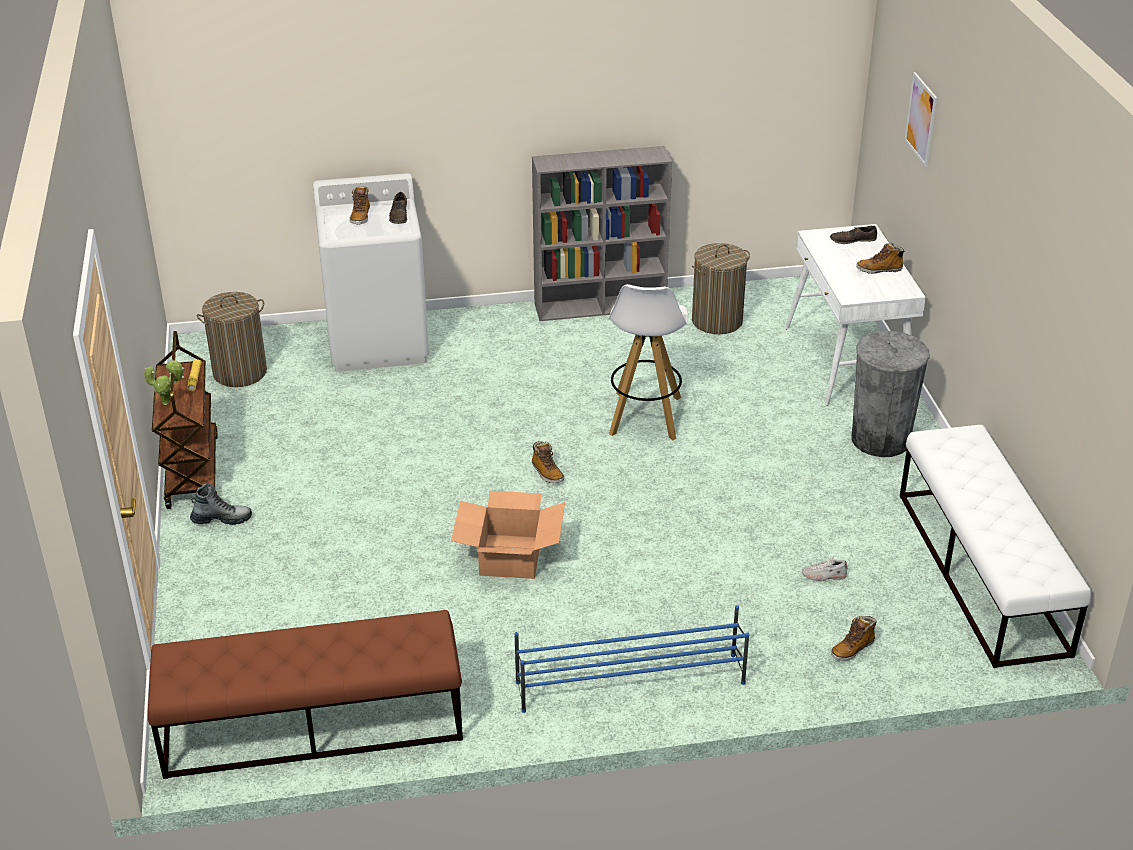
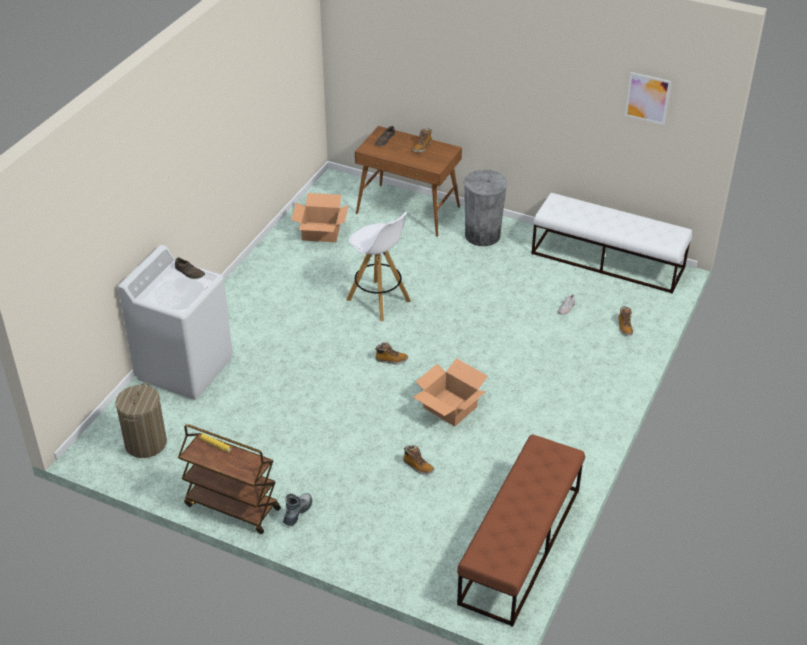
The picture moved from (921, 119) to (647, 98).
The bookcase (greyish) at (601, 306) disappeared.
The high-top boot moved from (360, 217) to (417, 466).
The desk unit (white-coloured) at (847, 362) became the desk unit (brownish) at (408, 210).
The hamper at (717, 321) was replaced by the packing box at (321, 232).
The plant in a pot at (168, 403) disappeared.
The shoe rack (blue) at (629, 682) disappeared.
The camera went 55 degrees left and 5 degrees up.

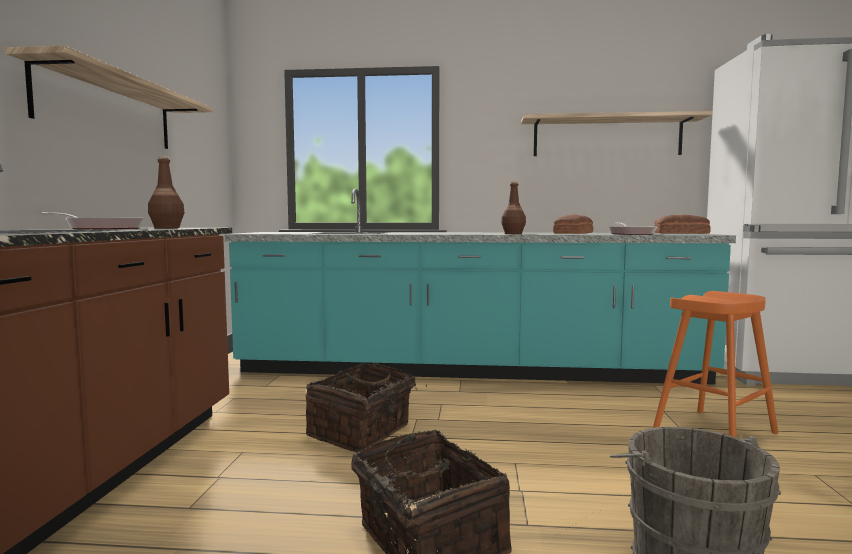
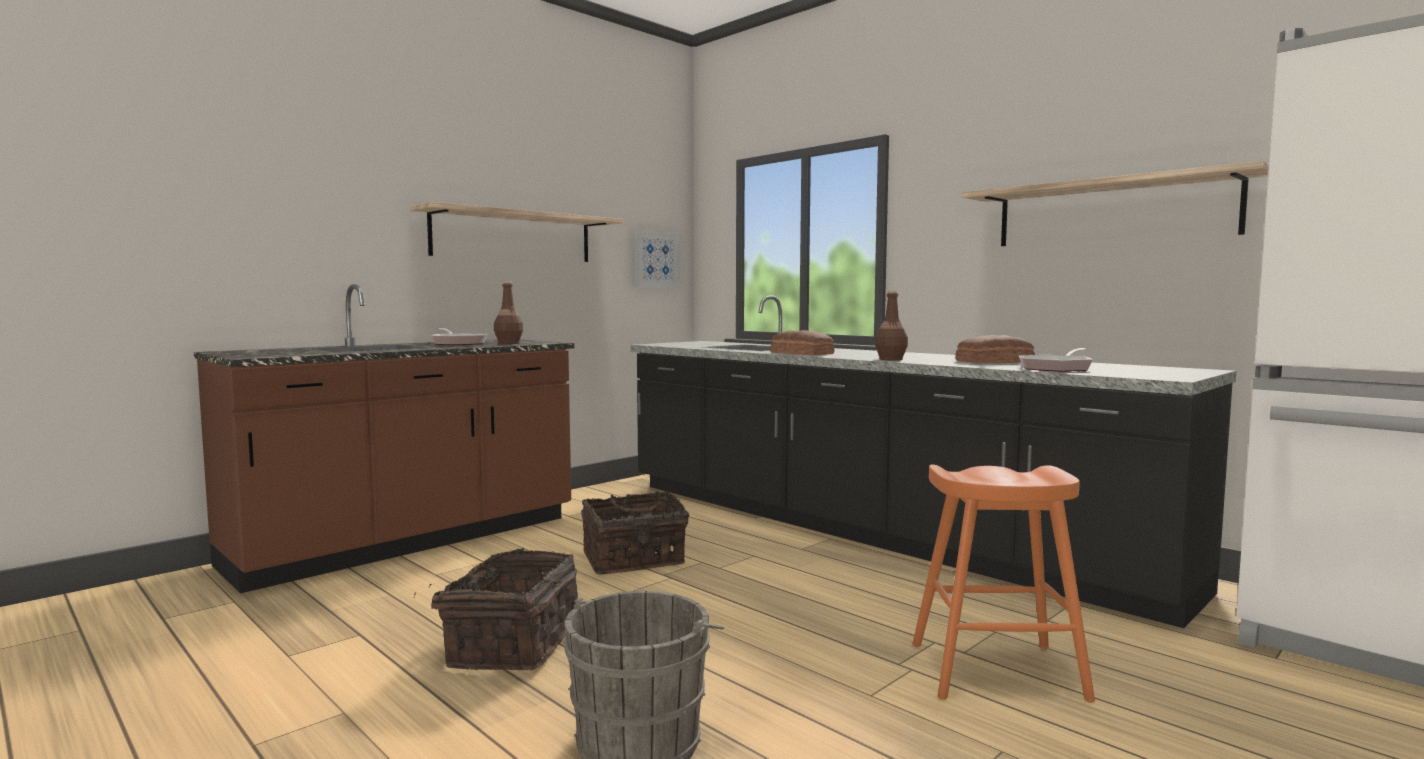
The kitchen counter (turquoise) at (469, 370) became the kitchen counter (blackish) at (864, 531).
The bakery bread moved from (681, 233) to (801, 353).
The picture at (656, 259) appeared.
The camera went 40 degrees right and 0 degrees up.

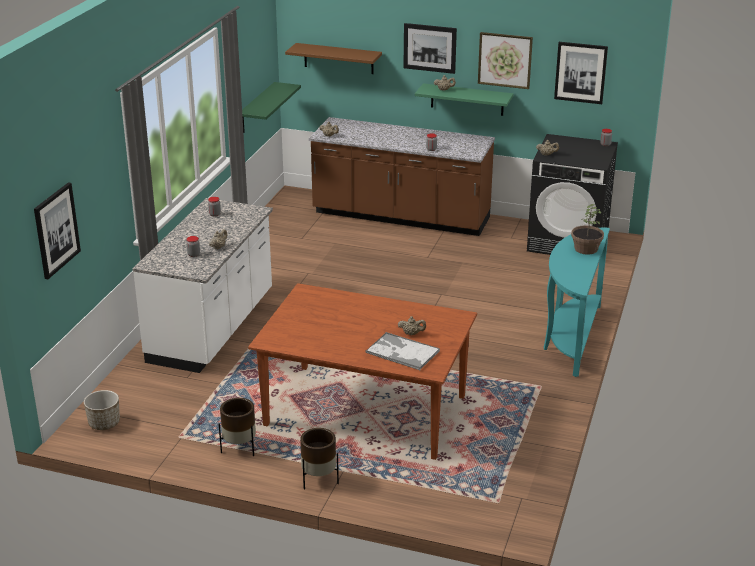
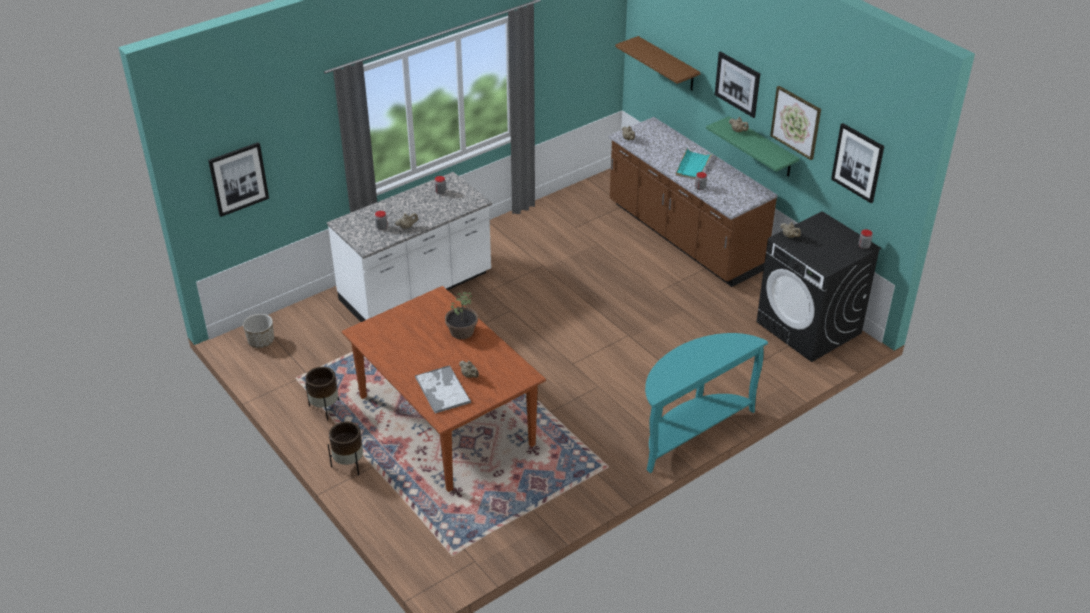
The bracket shelf (greenish) at (257, 108) disappeared.
The plant in a pot moved from (585, 249) to (461, 331).
The tray (turquoise) at (693, 166) appeared.
The camera went 35 degrees right and 10 degrees up.

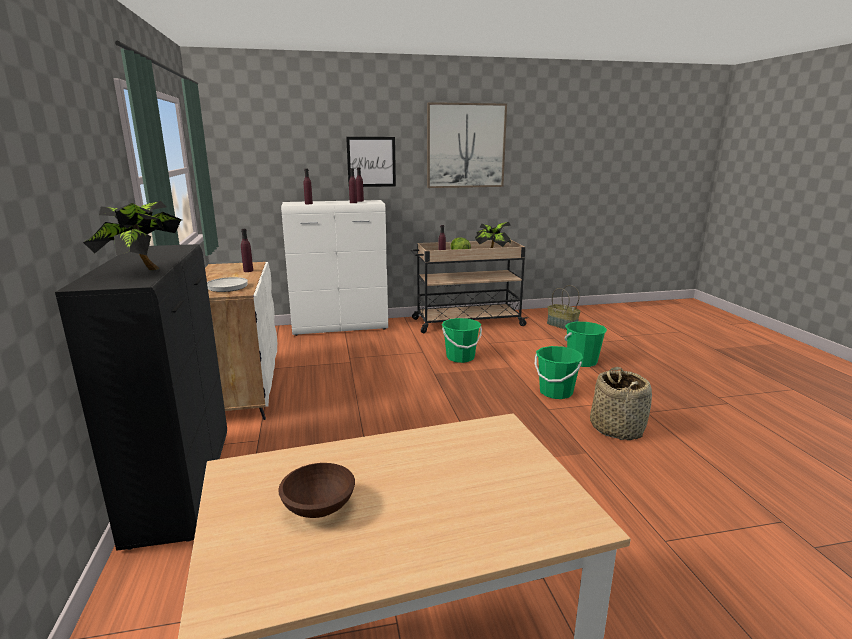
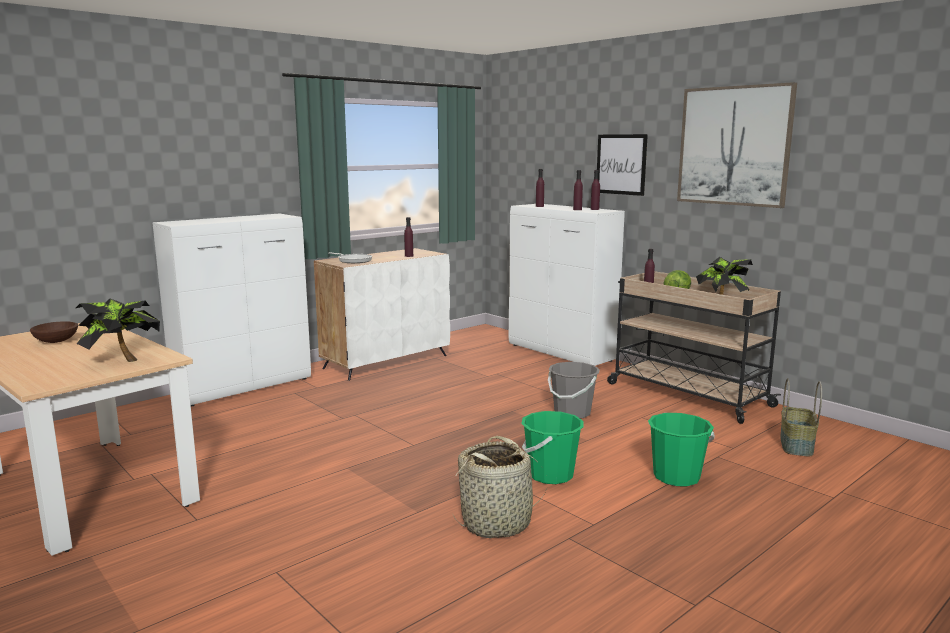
The plant in a pot moved from (144, 271) to (121, 360).
The cabinet (blackish) at (182, 486) became the cabinet (white-coloured) at (244, 387).
The pail (greenish) at (460, 357) became the pail (greyish) at (572, 413).
The camera went 60 degrees right and 5 degrees down.

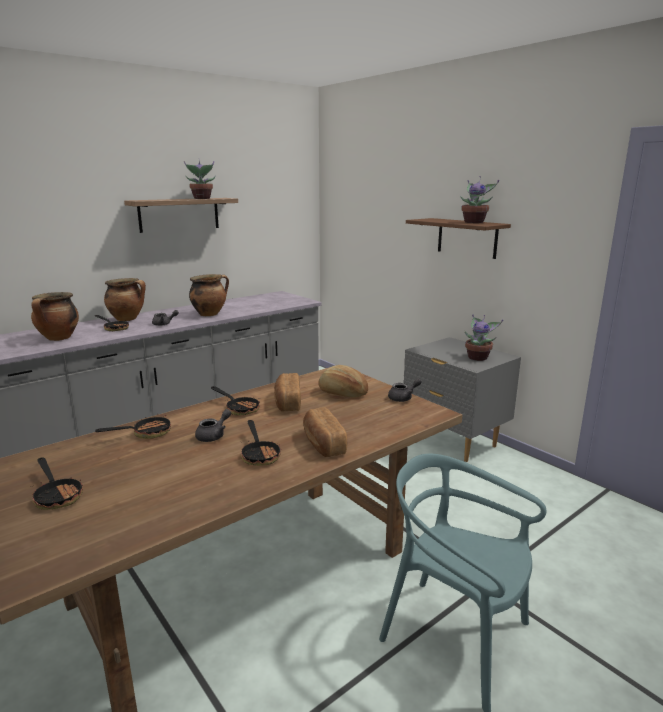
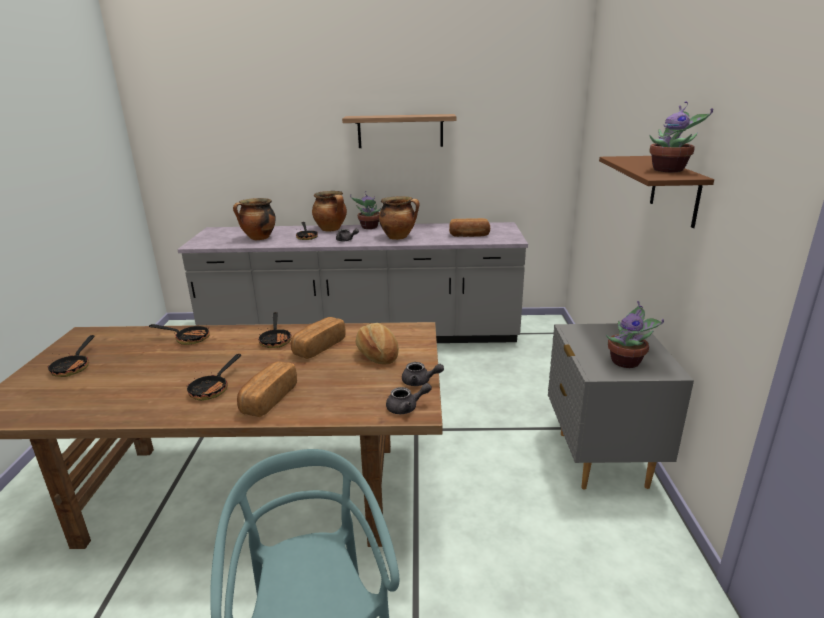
The plant in a pot moved from (202, 198) to (368, 227).
The tea pot (greyish) moved from (214, 436) to (406, 407).
The bakery bread at (469, 235) appeared.
The camera went 40 degrees right and 5 degrees up.

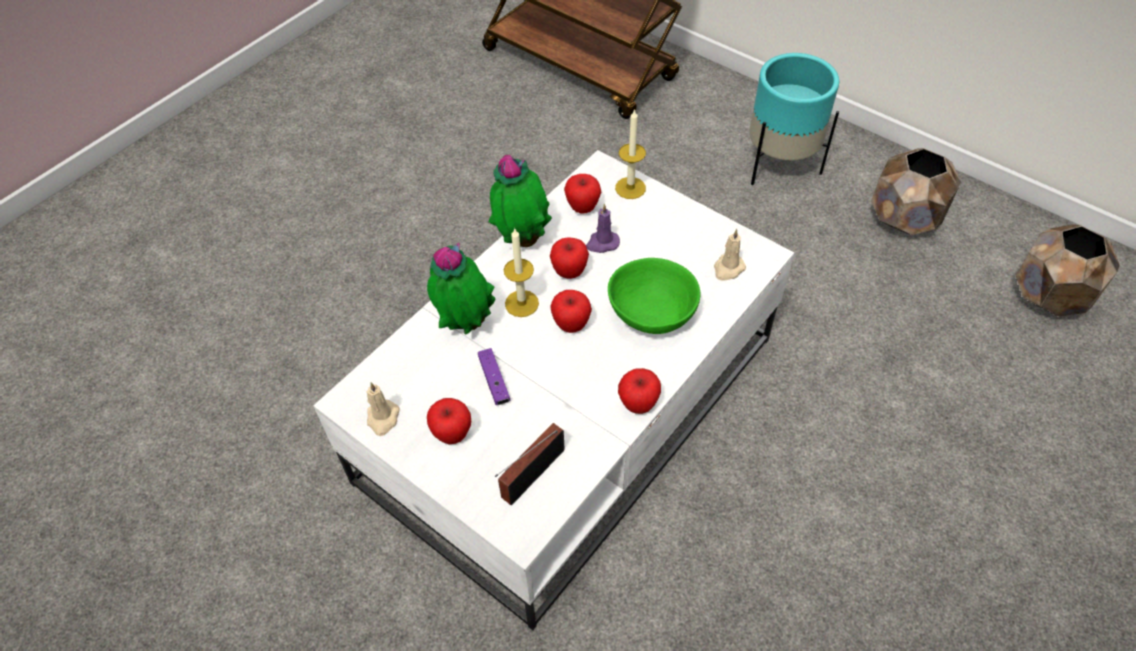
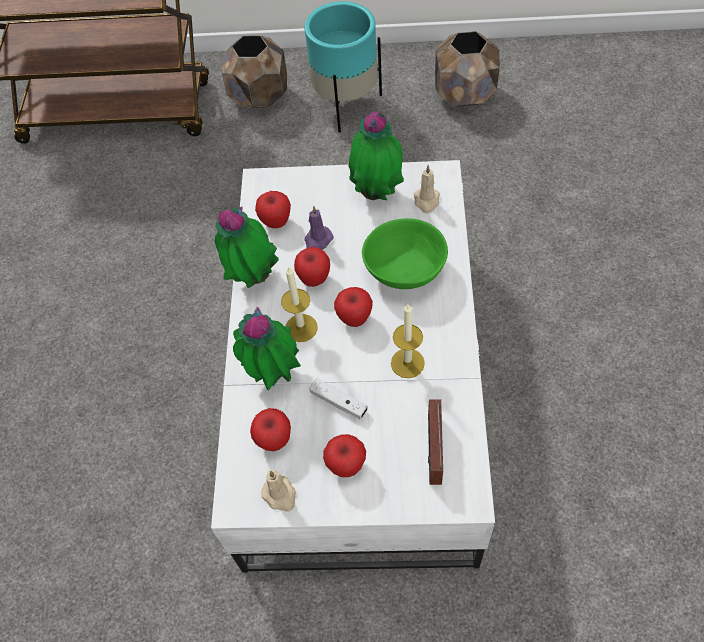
The candle moved from (630, 188) to (407, 363).
The flower pot (brownish) moved from (1050, 297) to (260, 97).
The gamepad (purplish) at (494, 381) became the gamepad (white-coloured) at (338, 402).
The apple fruit moved from (638, 404) to (274, 440).
The plant in a pot at (377, 193) appeared.
The camera went 35 degrees left and 5 degrees up.

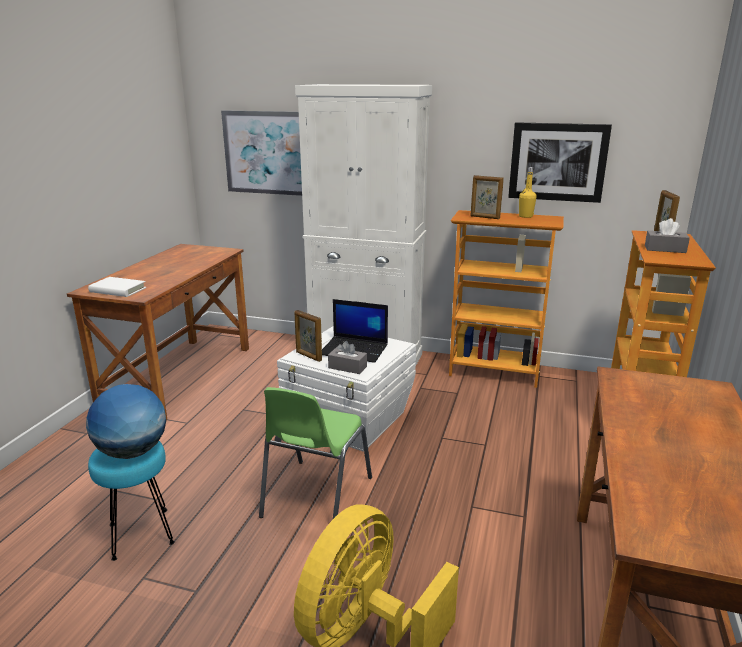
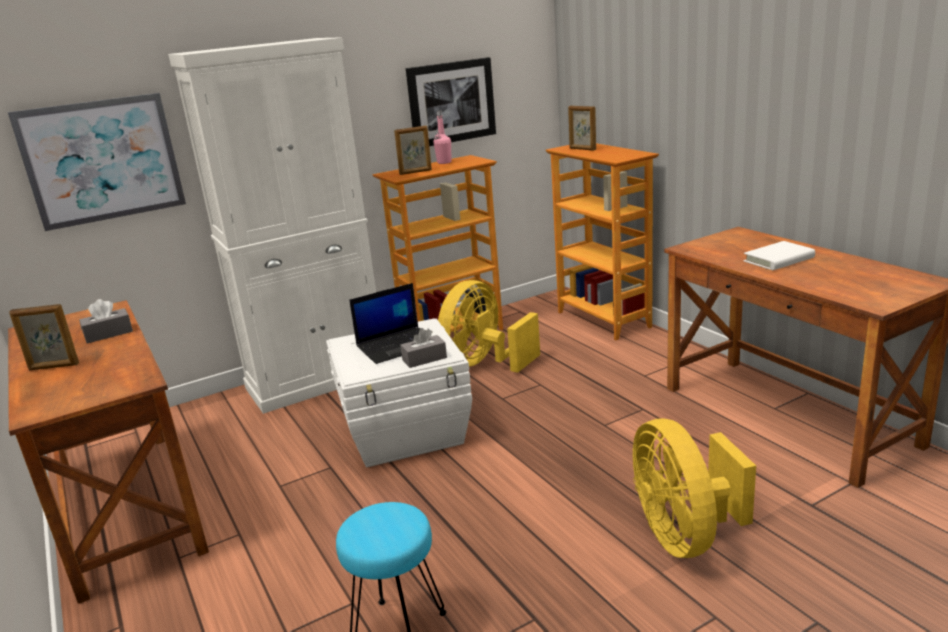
The drink bottle (yellow-coloured) at (525, 216) became the drink bottle (pink-coloured) at (444, 162).
The box of tissues (greyish) moved from (665, 249) to (108, 334).
The book (white-coloured) moved from (118, 290) to (778, 259).
The photo frame moved from (308, 356) to (54, 367).
The world globe at (132, 452) disappeared.
The upright chair (greenish) at (315, 497) disappeared.
The fan (yellow-coloured) at (484, 363) appeared.
The camera went 45 degrees left and 0 degrees up.

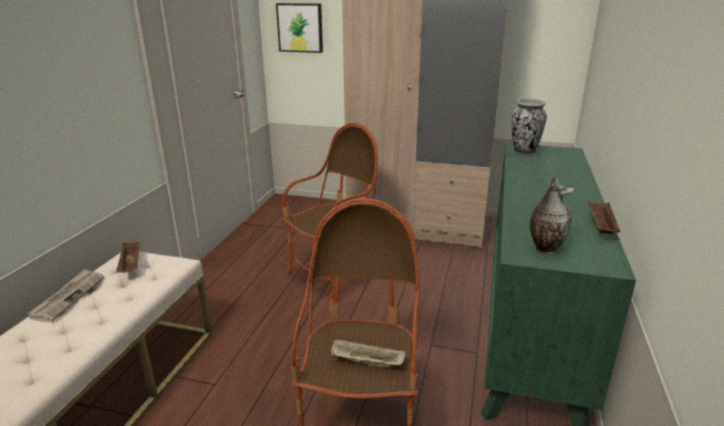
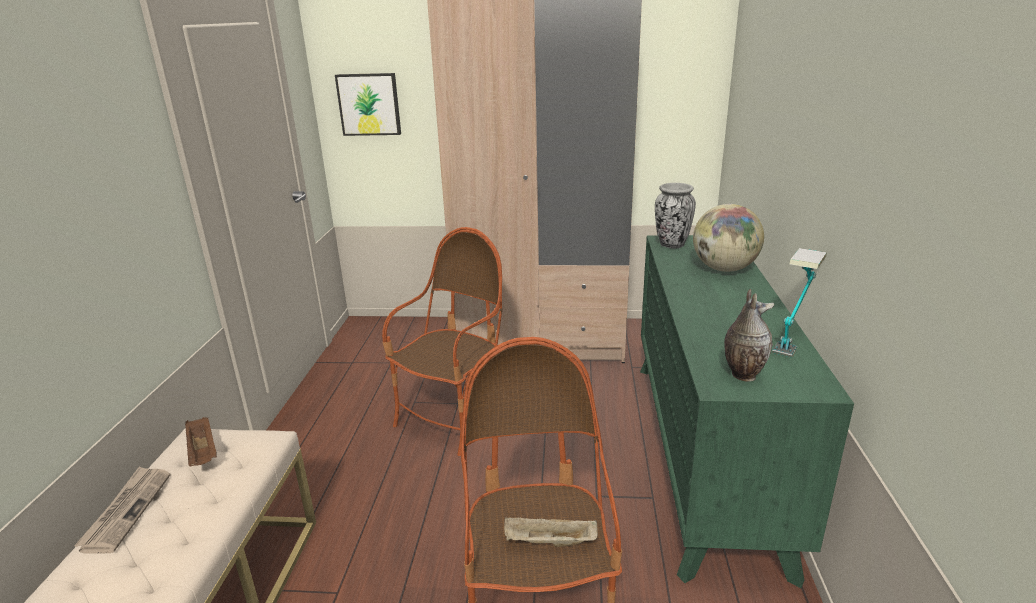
The tray (brownish) at (600, 227) was replaced by the tabletop lamp at (792, 338).
The world globe at (724, 269) appeared.
The camera went 10 degrees left and 0 degrees up.

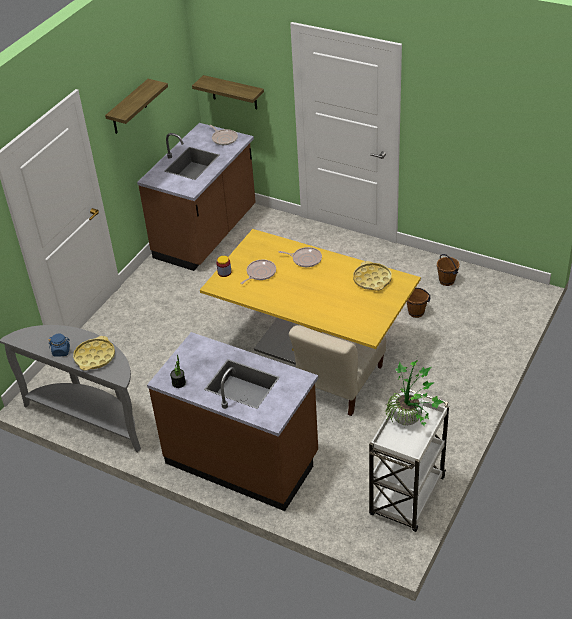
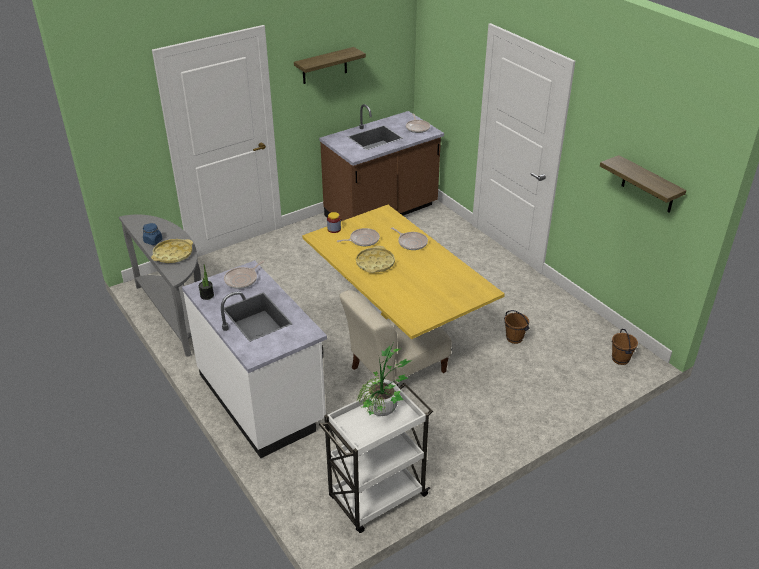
The bracket shelf moved from (234, 92) to (648, 185).
The pail (brownish) moved from (447, 281) to (620, 359).
The tray (yellow-coloured) moved from (372, 279) to (375, 263).
The kitchen counter (brownish) at (242, 459) became the kitchen counter (white-coloured) at (262, 398).
The skillet at (242, 279) appeared.
The camera went 25 degrees right and 5 degrees down.

